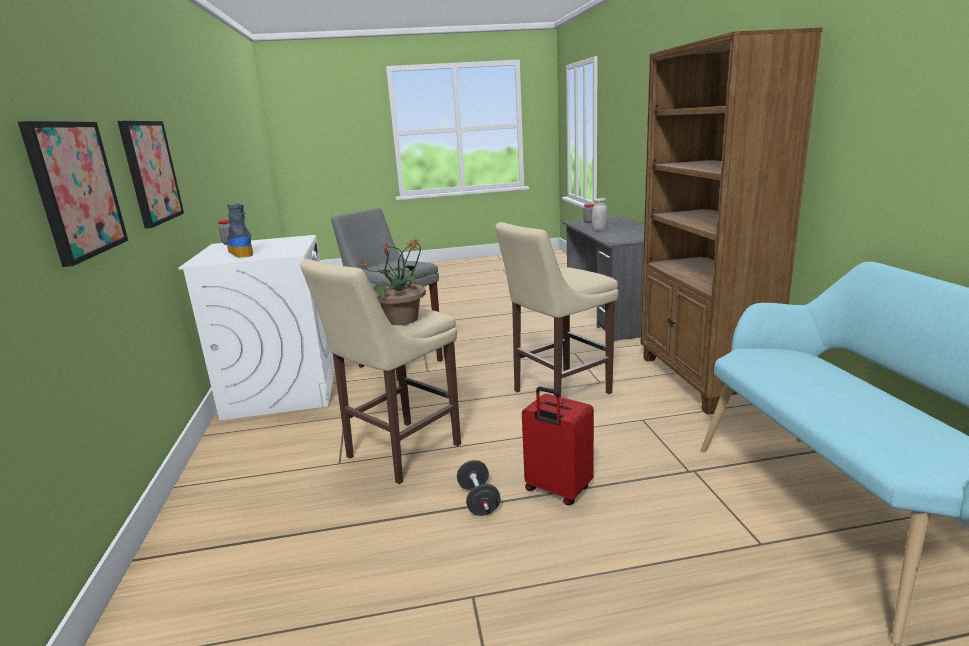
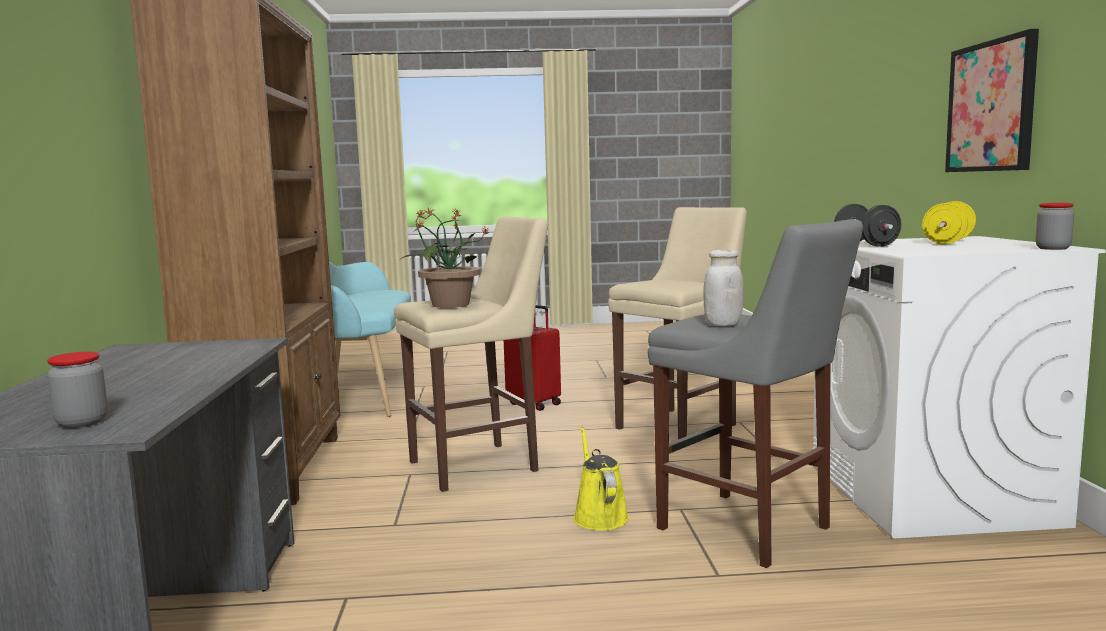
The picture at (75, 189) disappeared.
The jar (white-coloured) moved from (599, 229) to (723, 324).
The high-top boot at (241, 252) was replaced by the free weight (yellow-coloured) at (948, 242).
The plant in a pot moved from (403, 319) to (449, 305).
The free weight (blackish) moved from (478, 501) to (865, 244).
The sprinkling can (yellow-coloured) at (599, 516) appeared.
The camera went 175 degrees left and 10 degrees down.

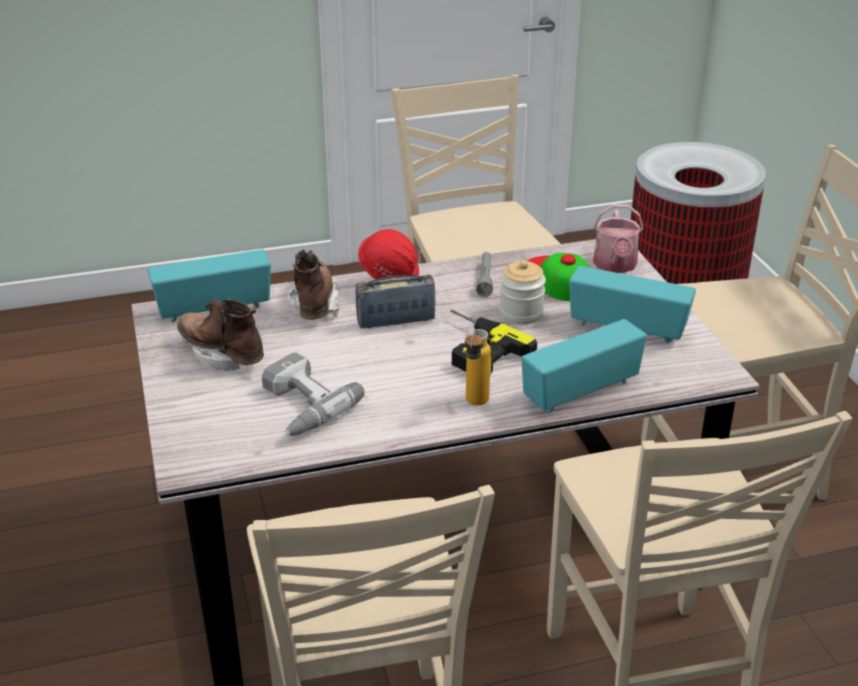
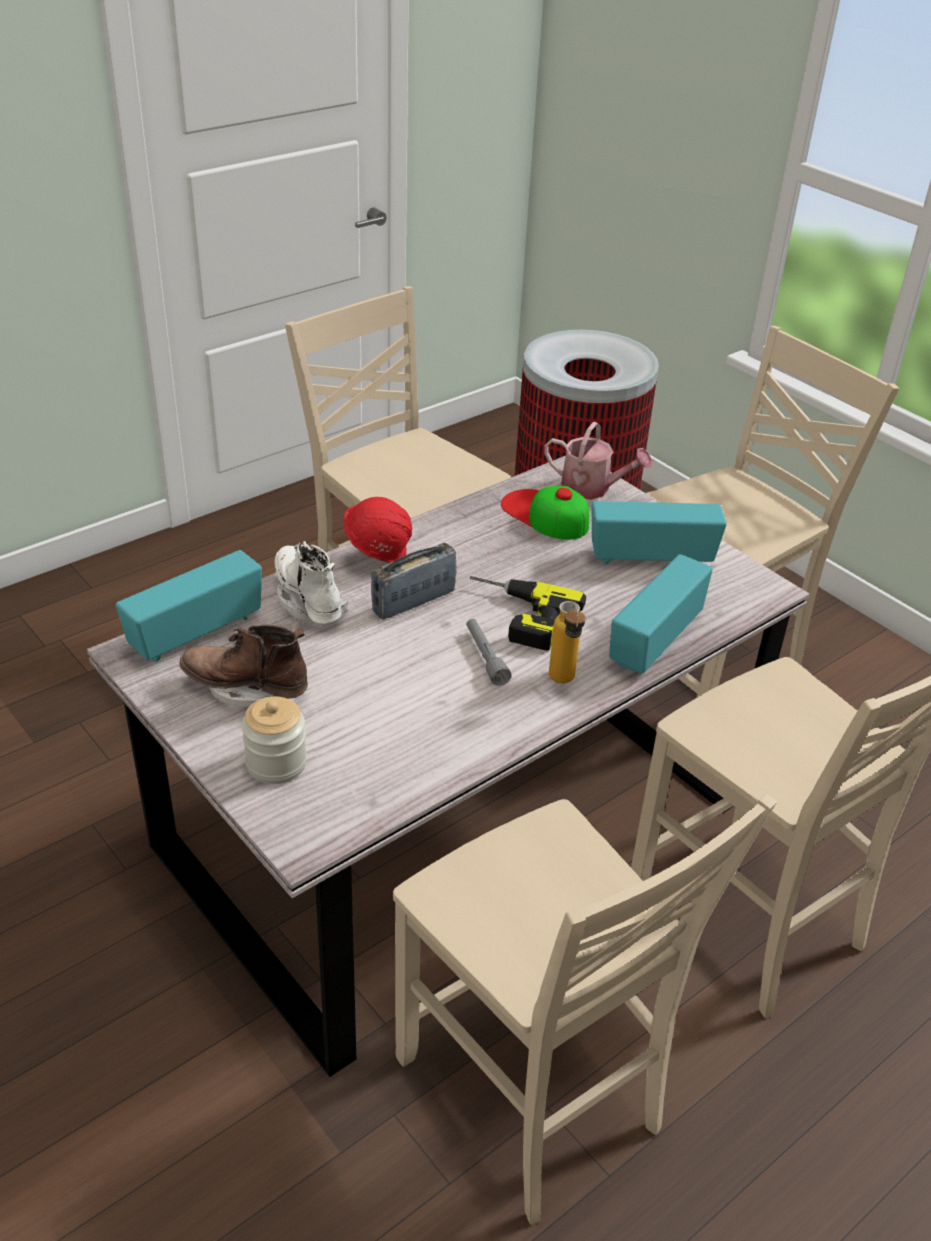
The sprinkling can at (615, 266) turned 45 degrees counterclockwise.
The high-top boot (brownish) at (313, 304) became the high-top boot (white-coloured) at (308, 601).
The flashlight (greyish) moved from (485, 279) to (485, 657).
The jar moved from (521, 313) to (276, 763).
The drill at (299, 407) disappeared.
The camera went 25 degrees left and 5 degrees up.

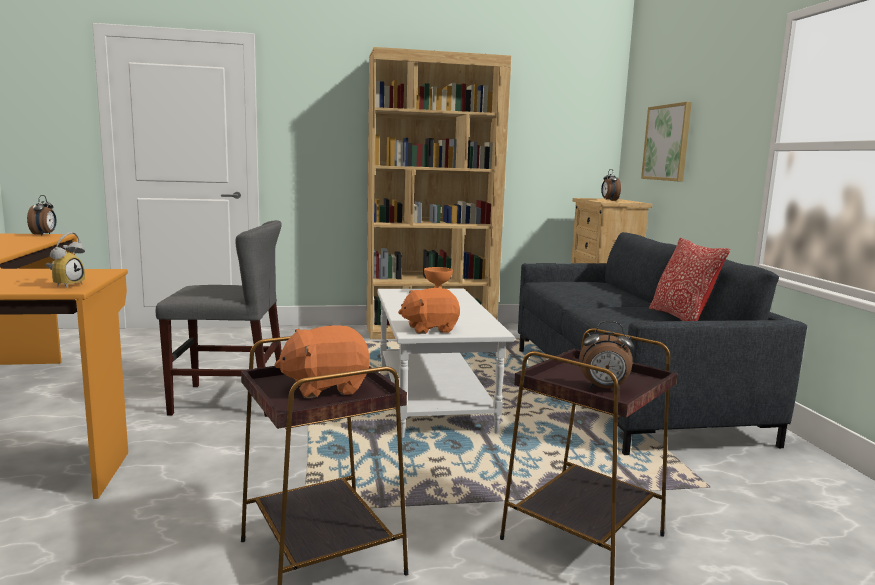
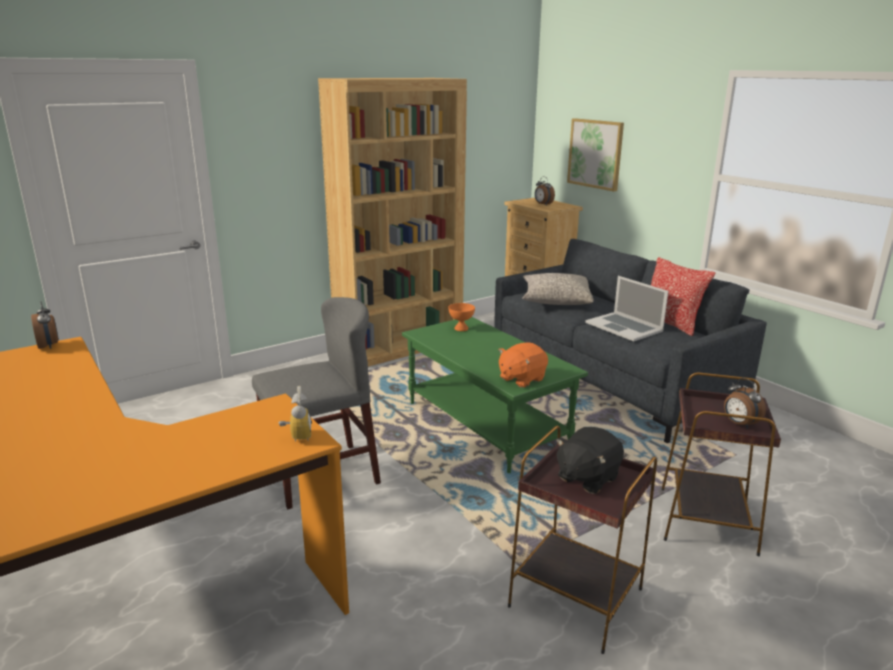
The coffee table (white-coloured) at (434, 398) became the coffee table (greenish) at (487, 425).
The bedside clock at (604, 388) turned 75 degrees clockwise.
The plush toy (orange-coloured) at (325, 387) became the plush toy (blackish) at (587, 477).
The pillow (greyish) at (555, 300) appeared.
The laptop at (624, 327) appeared.
The camera went 25 degrees left and 10 degrees up.

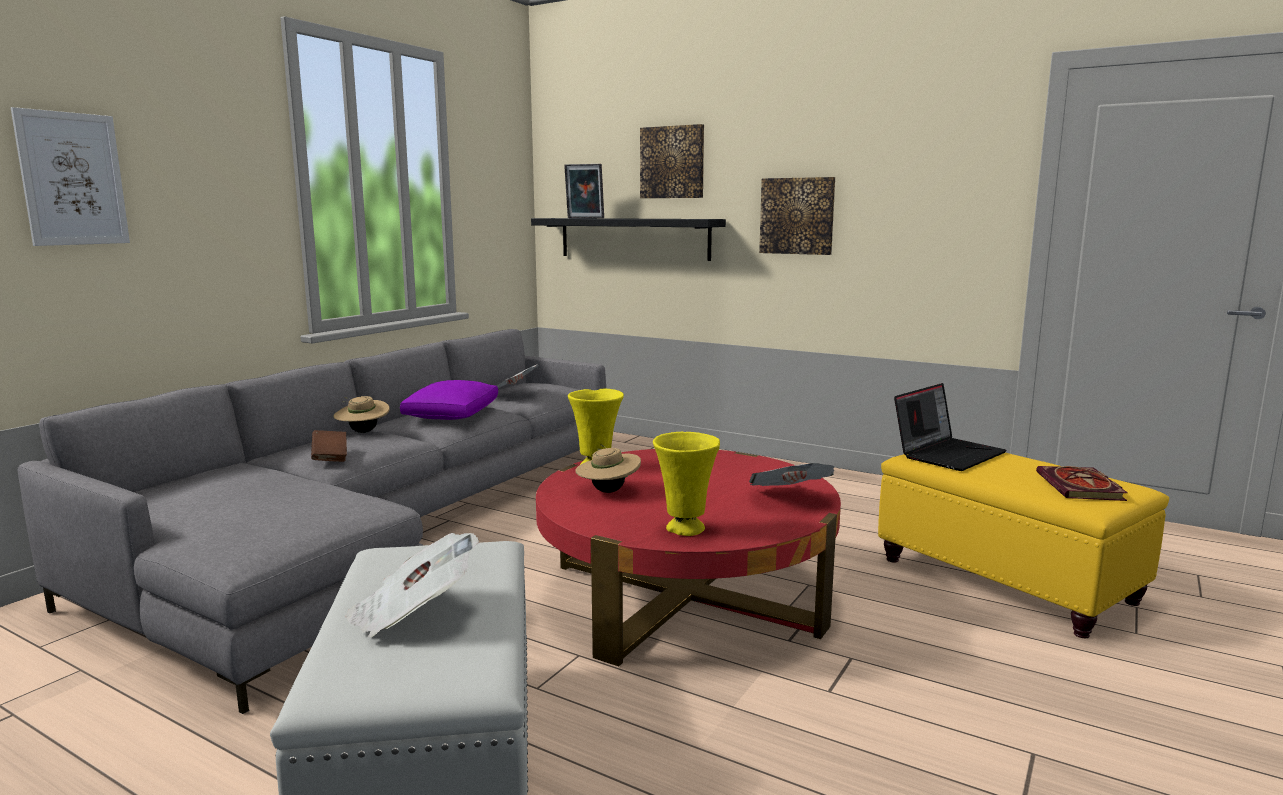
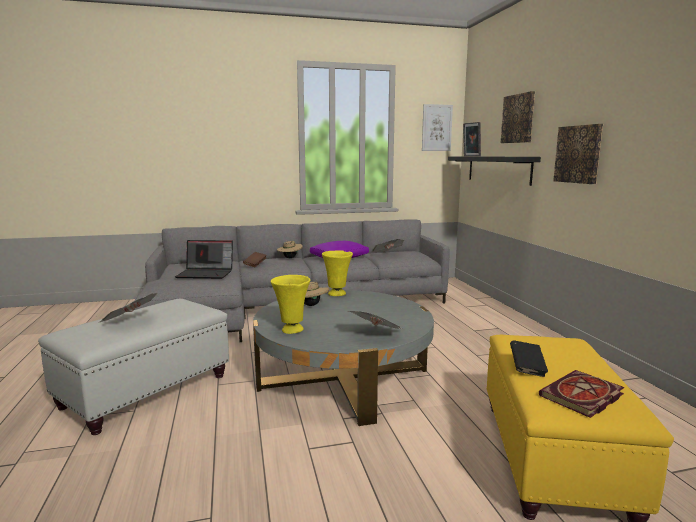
The picture moved from (72, 179) to (436, 128).
The laptop moved from (948, 453) to (206, 273).
The coffee table (reddish) at (685, 595) became the coffee table (greyish) at (343, 377).
The book (blackish) at (527, 368) appeared.
The camera went 45 degrees right and 0 degrees up.

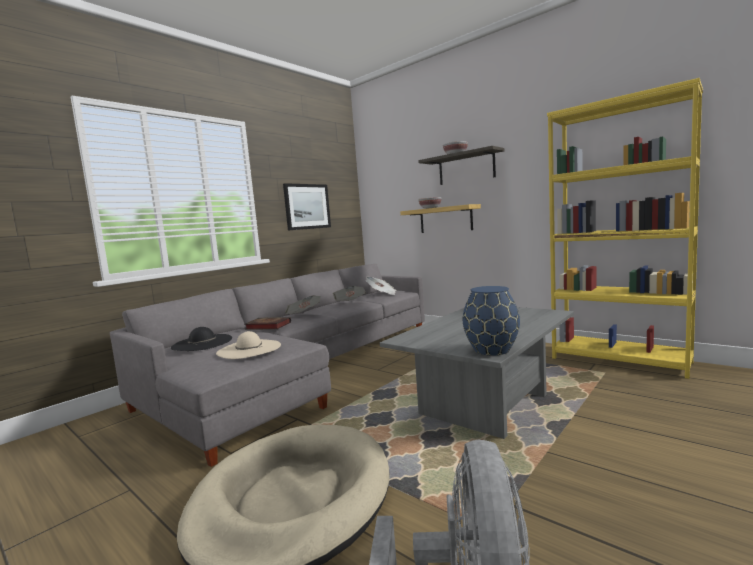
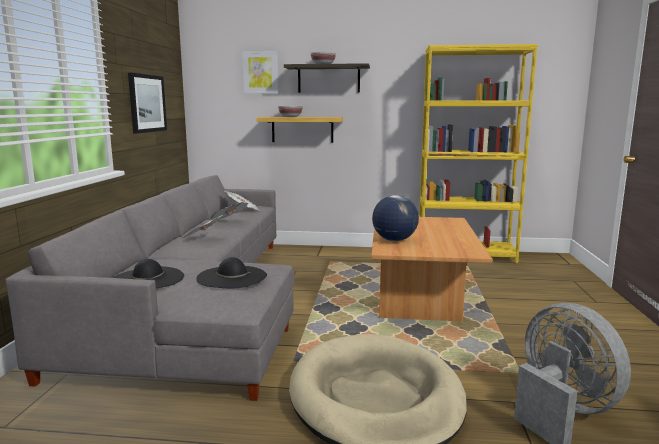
The decorative vase (blue) at (492, 350) disappeared.
The coffee table (greyish) at (487, 406) became the coffee table (brownish) at (421, 302).
The book at (267, 326) disappeared.
The hat (sand-coloured) at (249, 349) became the hat (blackish) at (232, 277).
The picture at (260, 72) appeared.
The world globe at (394, 240) appeared.
The camera went 35 degrees left and 5 degrees up.

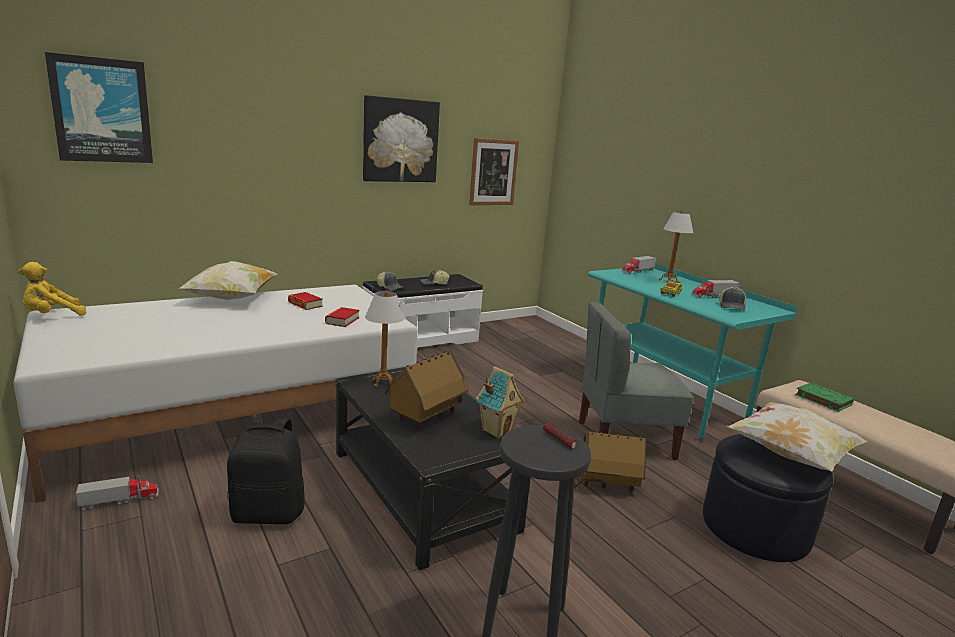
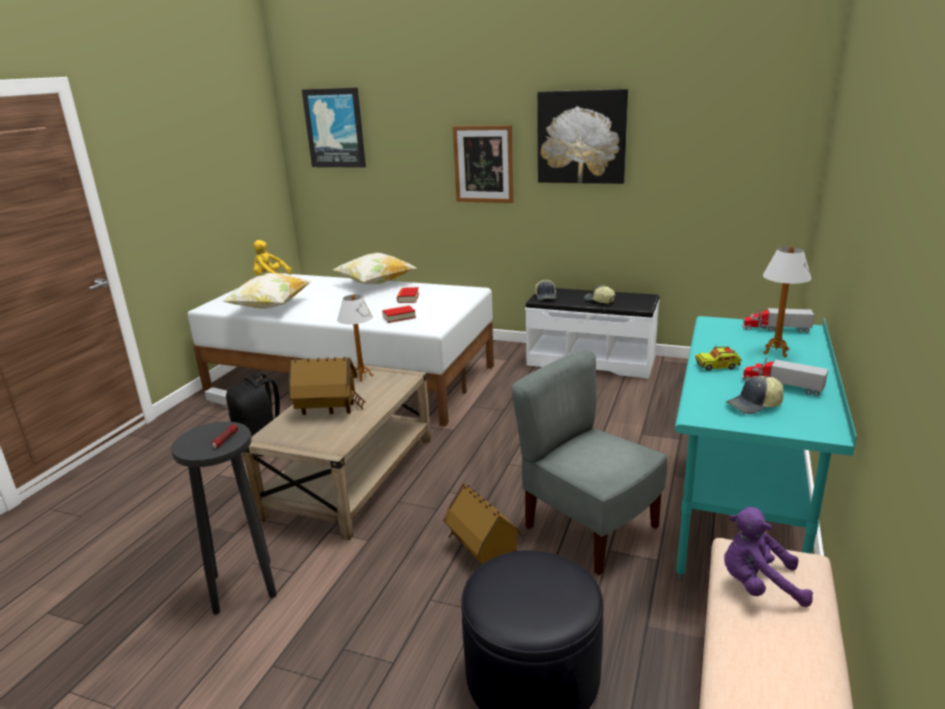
The picture moved from (493, 172) to (483, 164).
The model house at (497, 430) disappeared.
The coffee table (blackish) at (421, 490) became the coffee table (sand-coloured) at (352, 477).
The book (greenish) at (822, 400) was replaced by the plush toy (purplish) at (758, 585).
The pillow moved from (790, 455) to (270, 307).
The camera went 55 degrees right and 5 degrees up.

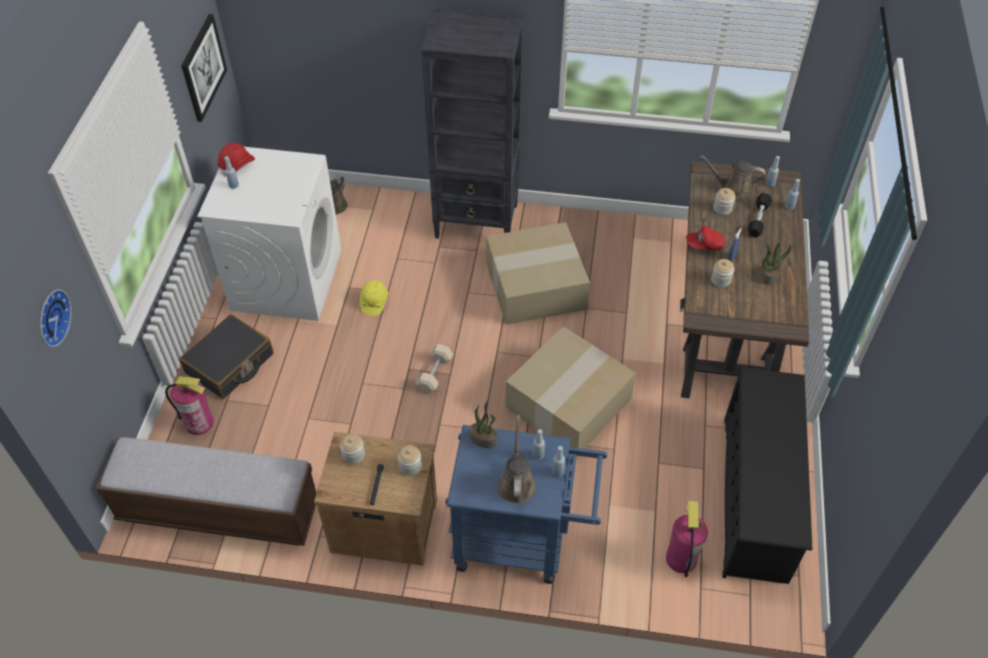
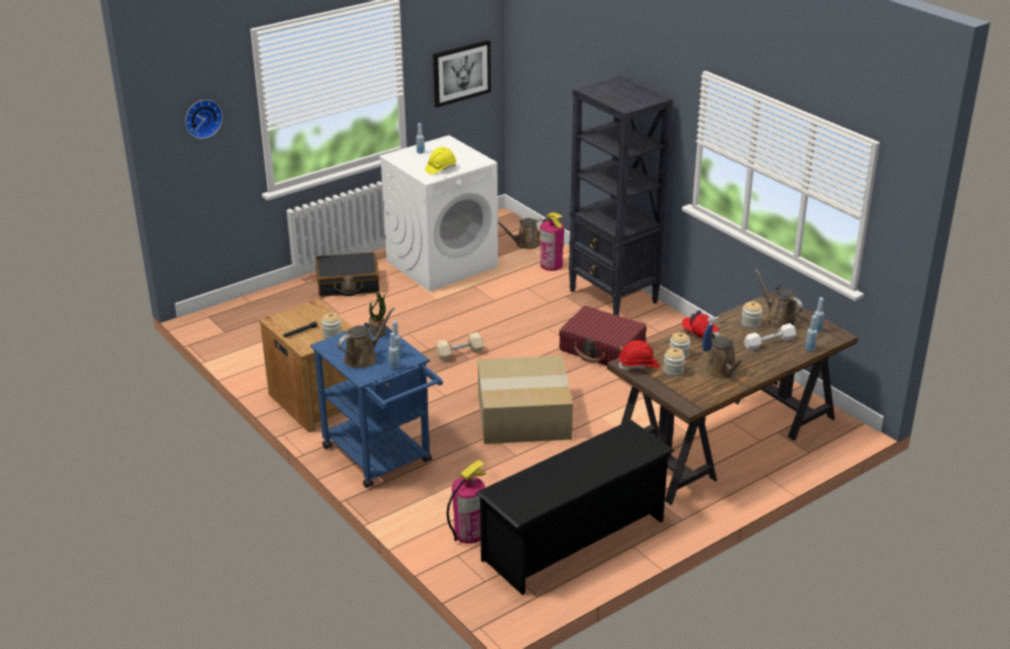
The hard hat (reddish) moved from (237, 165) to (638, 365).
The free weight (blackish) at (758, 219) became the free weight (white-coloured) at (769, 342).
The packing box at (536, 284) was replaced by the suitcase (reddish) at (602, 348).
The plant in a pot at (769, 275) was replaced by the sprinkling can (brownish) at (722, 372).
The hard hat (yellow-coloured) moved from (374, 302) to (440, 168).
The fire-fighting cylinder moved from (199, 422) to (551, 265).
The jar moved from (353, 455) to (673, 371).
The indoor bench at (218, 510) disappeared.
The camera went 45 degrees right and 20 degrees down.

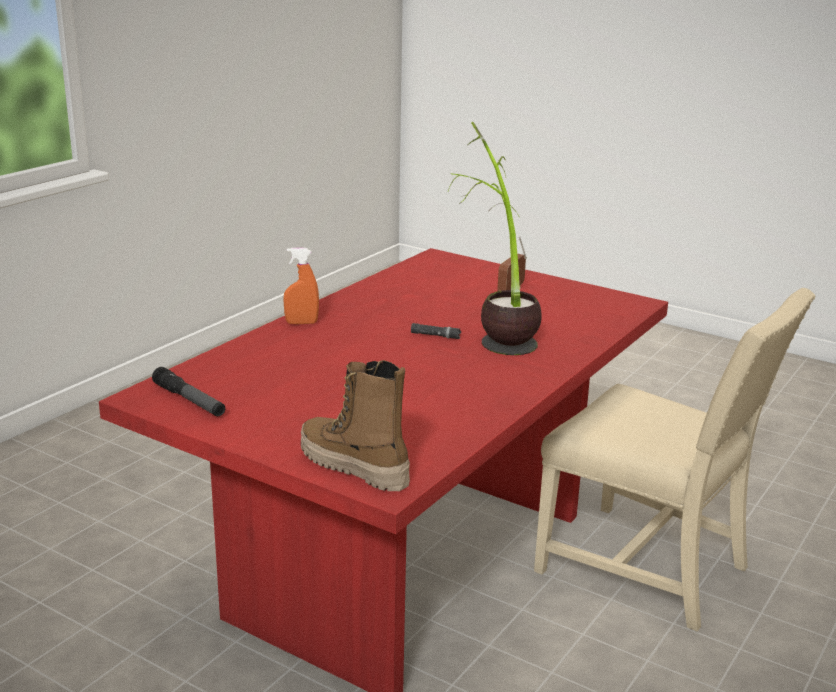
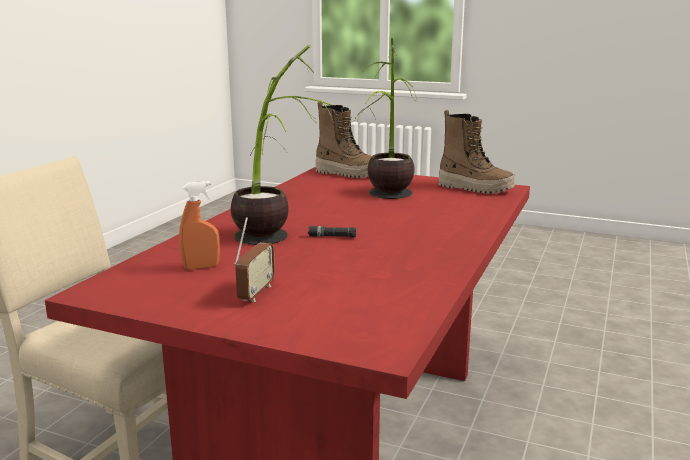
The sprayer (orange-coloured) moved from (301, 323) to (201, 267).
The flashlight at (189, 400) was replaced by the high-top boot at (475, 188).
The plant in a pot at (388, 200) appeared.
The camera went 170 degrees right and 5 degrees down.

